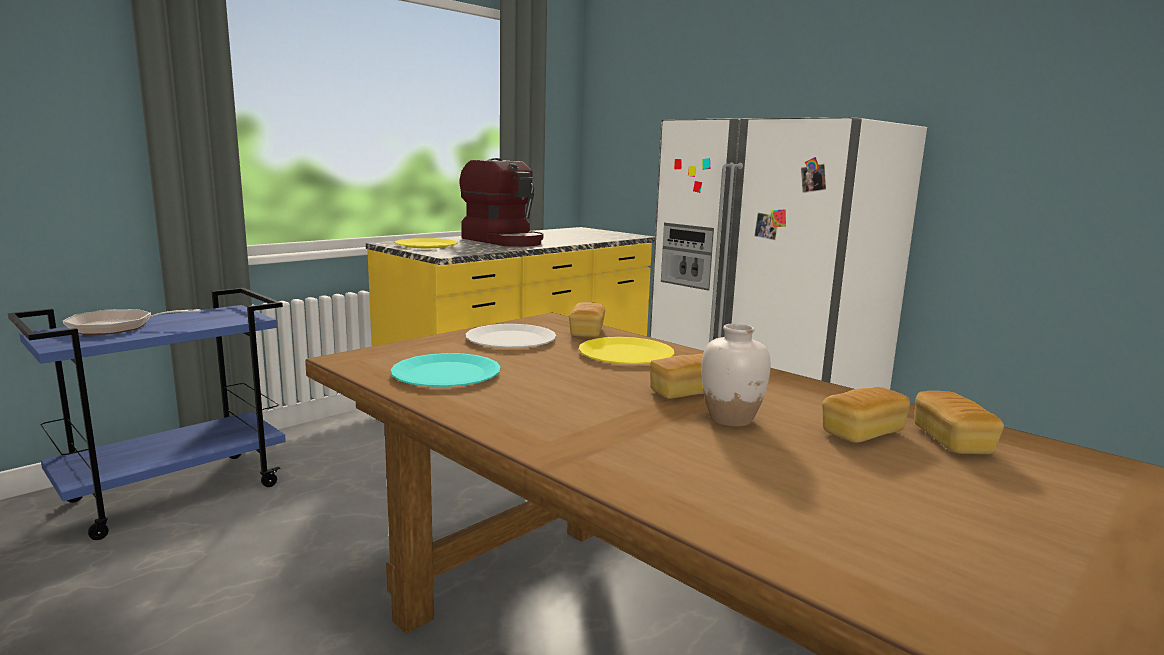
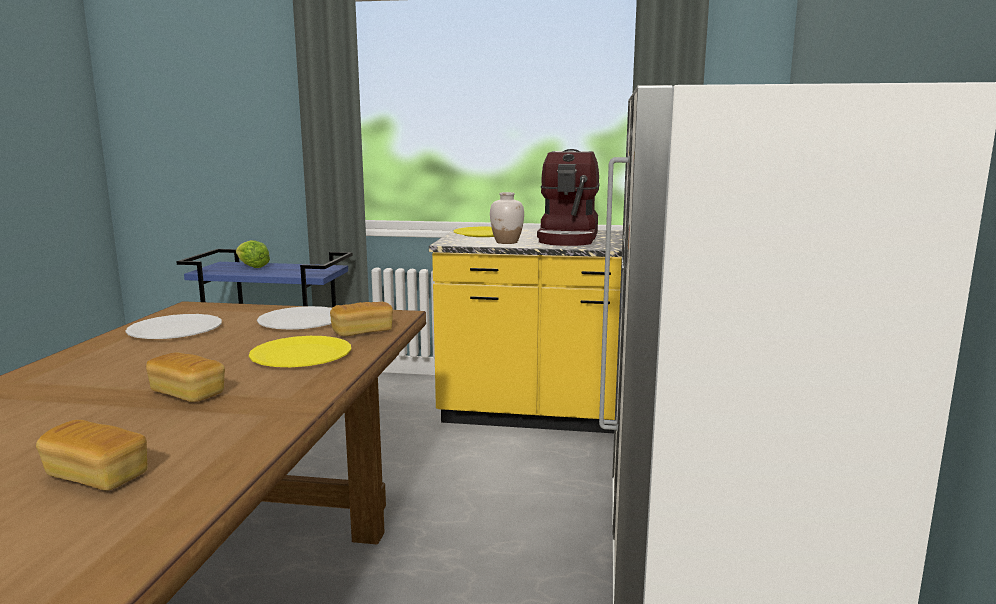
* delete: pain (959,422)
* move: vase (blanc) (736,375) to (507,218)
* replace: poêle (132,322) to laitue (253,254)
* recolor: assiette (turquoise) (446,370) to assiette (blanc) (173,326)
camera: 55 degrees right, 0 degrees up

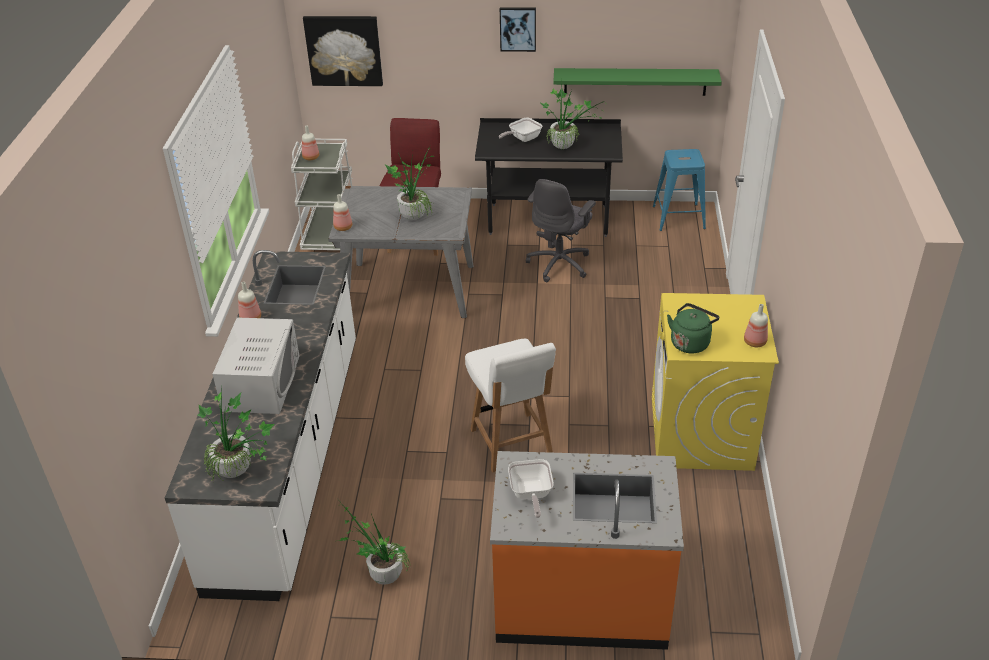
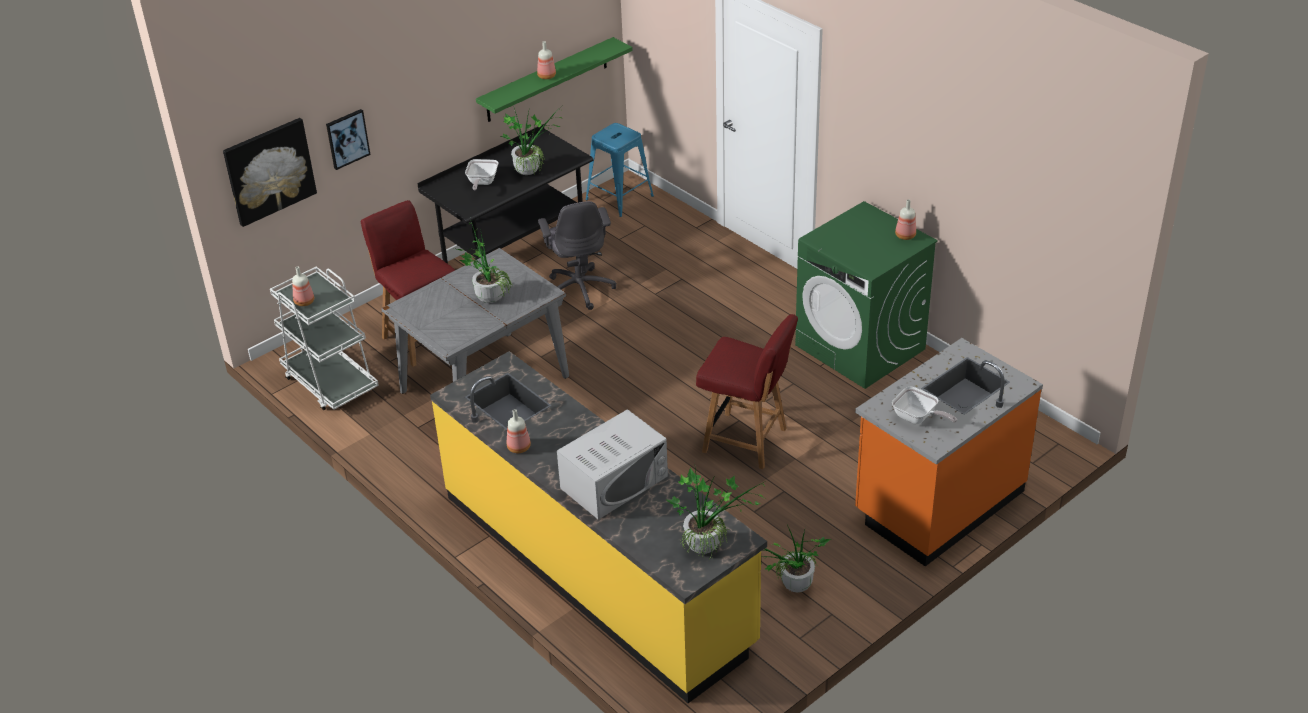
* delete: bouilloire (vert) (693,328)
* move: bouteille (342,212) to (546,60)
* move: tableau (518,29) to (348,139)
* recolor: comptoir de cuisine (blanc) (260,425) to comptoir de cuisine (jaune) (598,527)
* recolor: chaise (blanc) (510,406) to chaise (rouge) (747,391)
* recolor: lave-linge (jaune) (715,382) to lave-linge (vert) (866,295)
* rotate: micro-ondes (blanc) (256,365) = (612,464) 90 degrees clockwise
camera: 45 degrees left, 0 degrees up

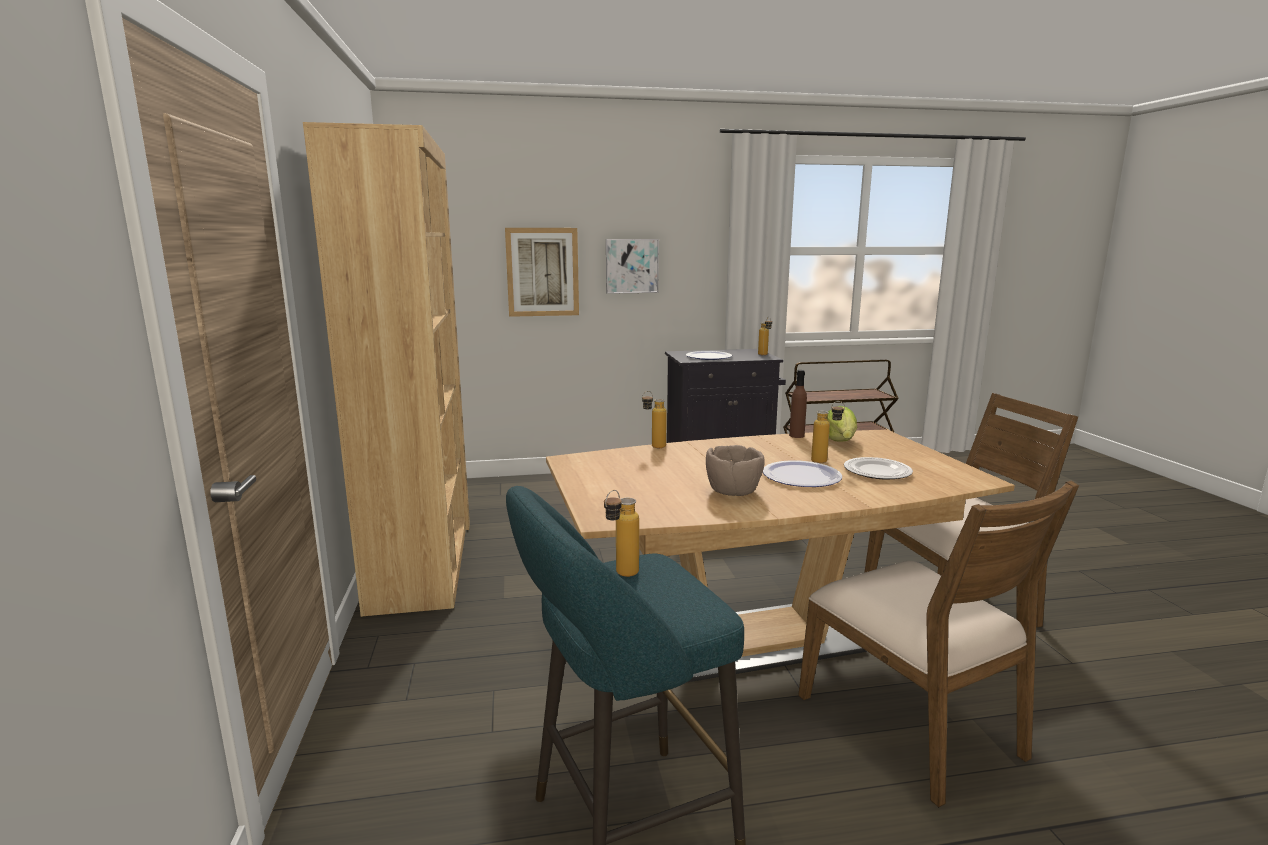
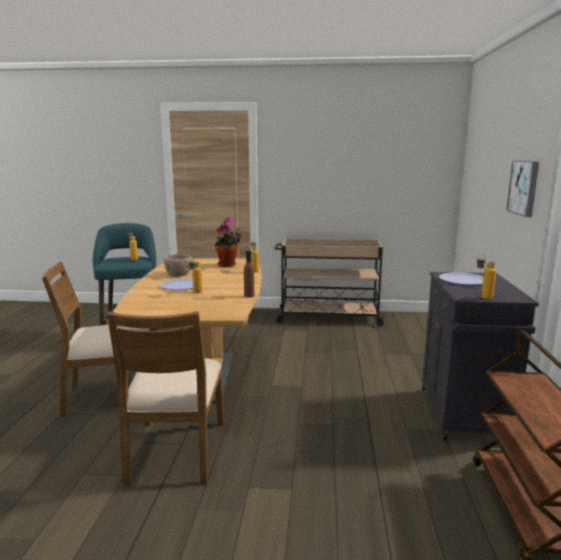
* delete: tableau (542,272)
* delete: laitue (842,423)
* delete: assiette (878,468)
* insert: plante en pot (228,242)
* replace: bibliothèque (marron) (386,369) to chariot (beige) (329,282)
camera: 105 degrees right, 0 degrees up

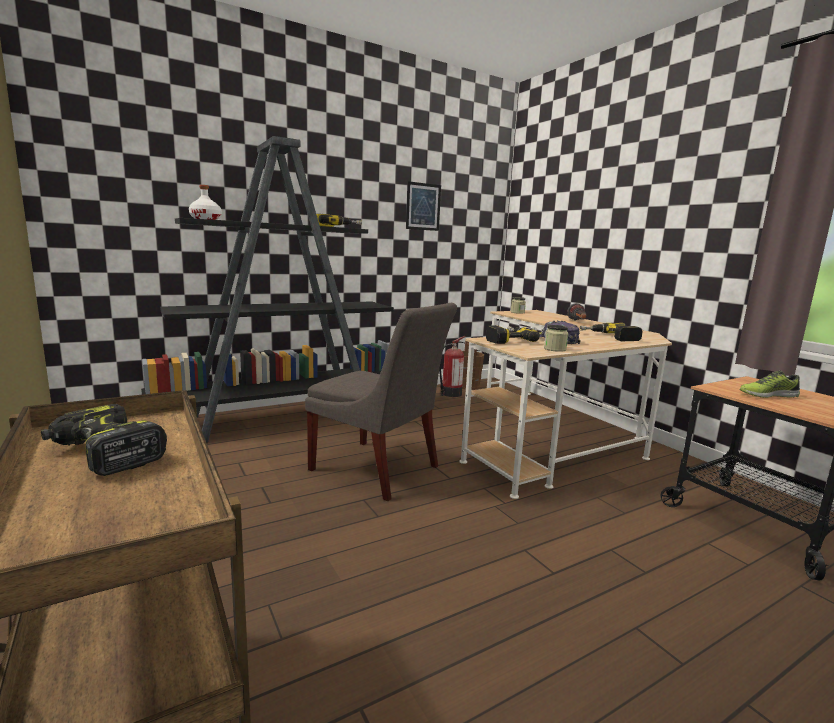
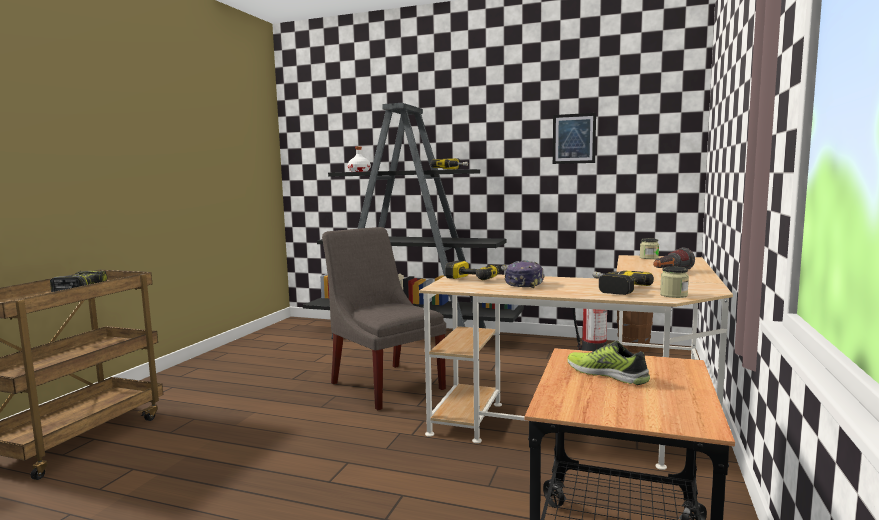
* move: bocal (556,338) to (674,282)
* rotate: chaise (gris) (381,402) = (384,318) 150 degrees clockwise
camera: 50 degrees right, 5 degrees down

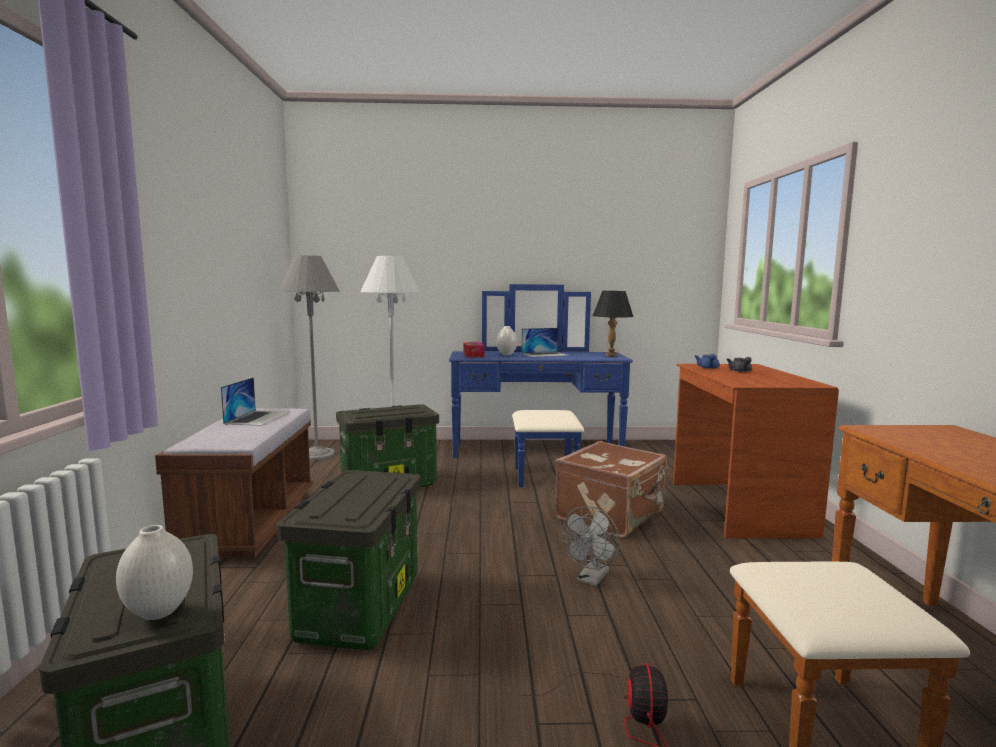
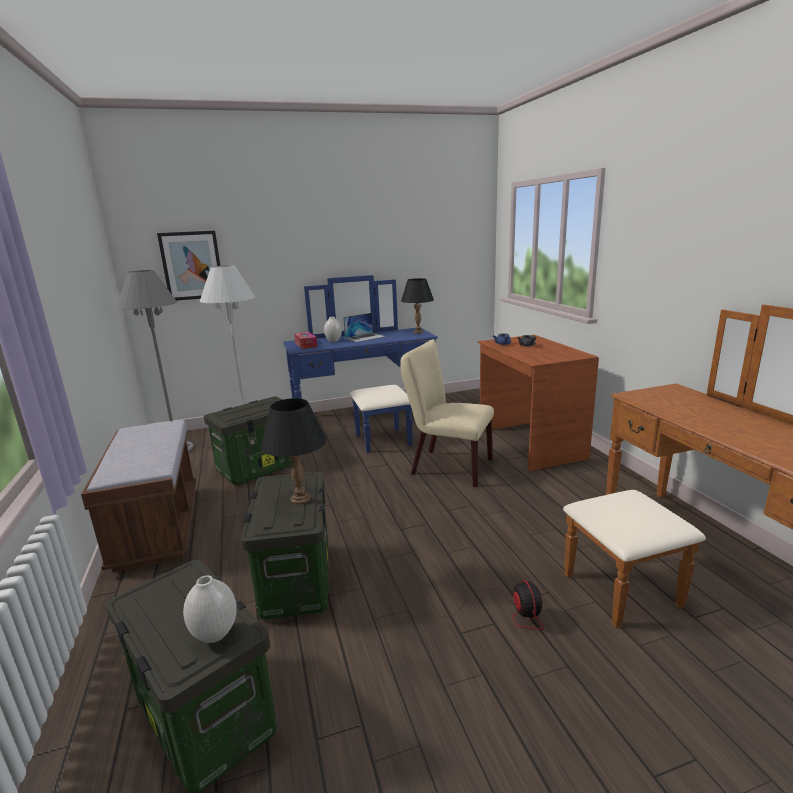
* delete: ordinateur portable (255,401)
* delete: ventilateur (gris) (590,546)
* insert: tableau (188,266)
* insert: lampe de table (noir) (294,451)
* replace: valise (marron) (611,489) to chaise (beige) (447,413)
camera: 15 degrees left, 10 degrees up

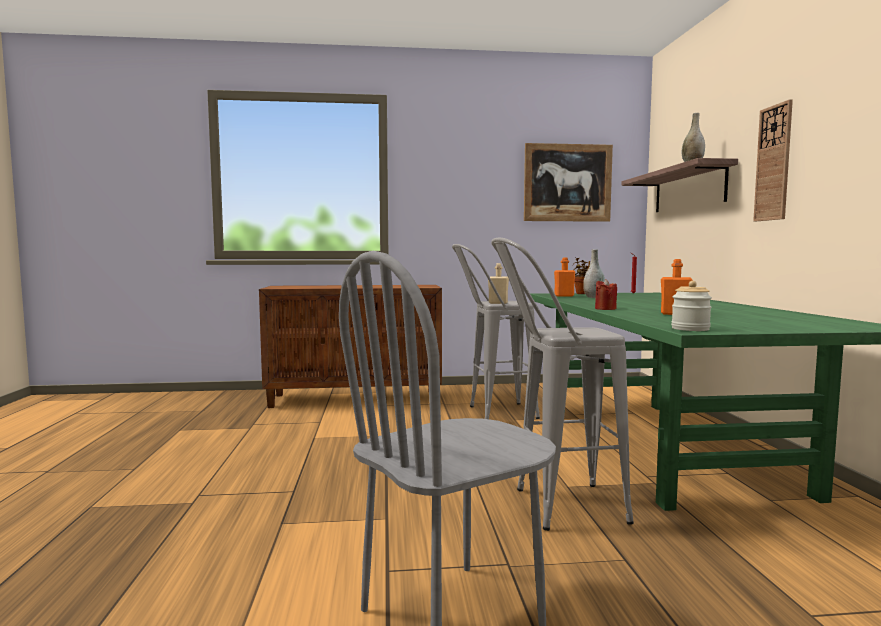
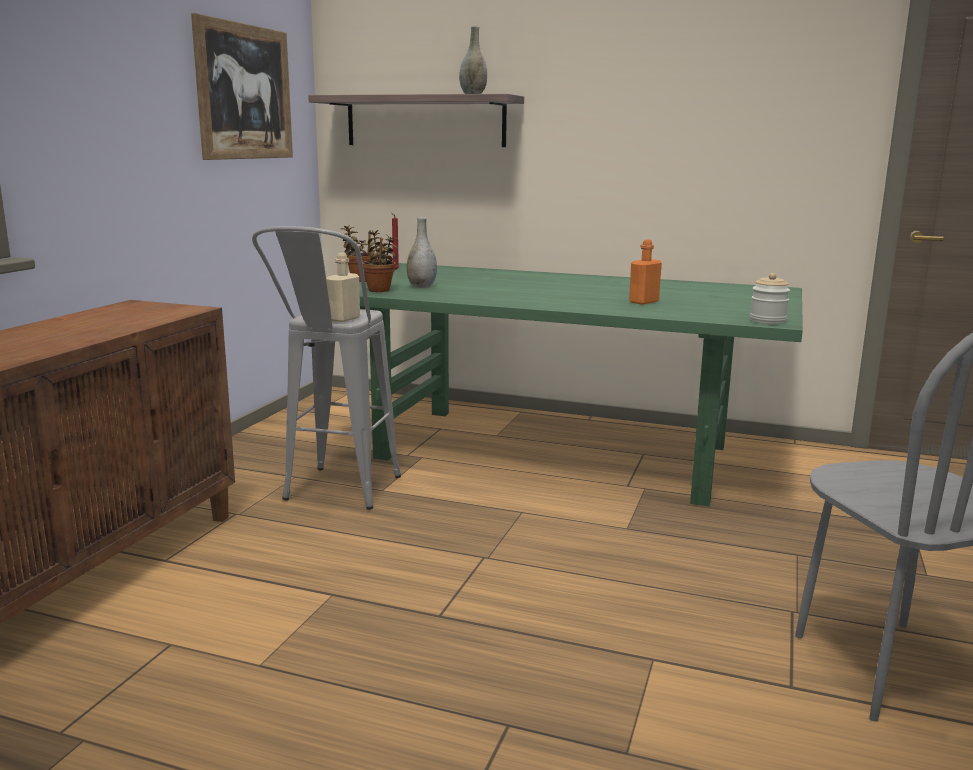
* delete: tabouret (gris) (562,384)
* delete: bougie (rouge) (606,294)
* delete: horloge murale (773,160)
* replace: bouteille (orange) (564,277) to plante en pot (380,261)
camera: 65 degrees left, 10 degrees up

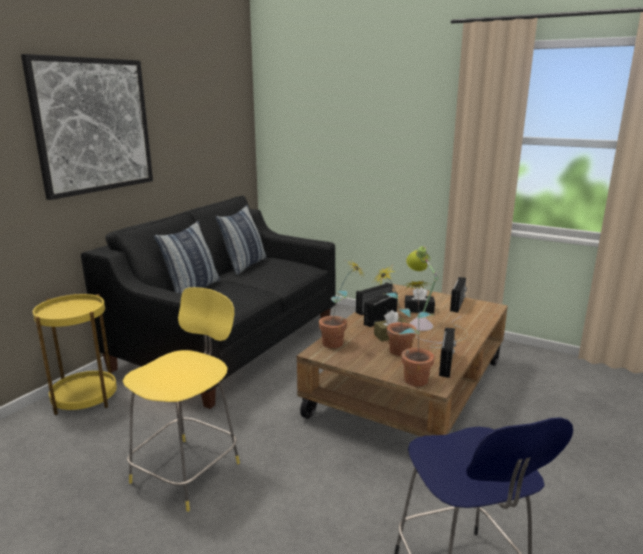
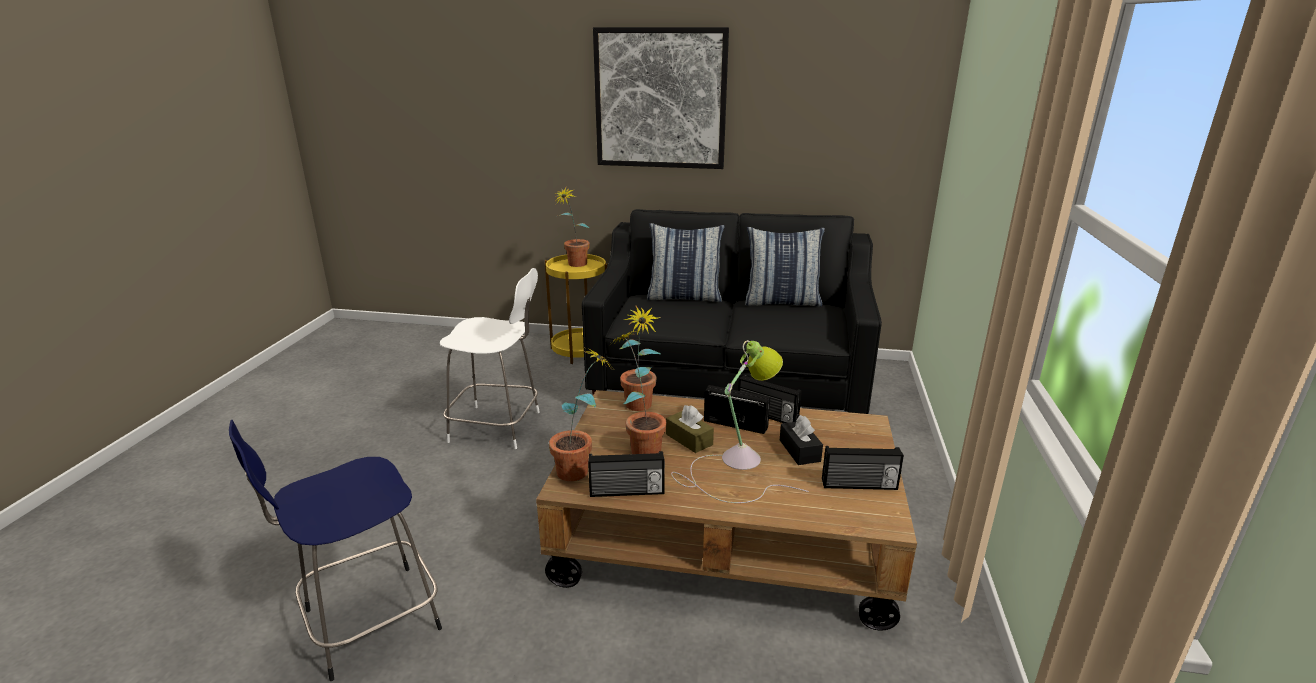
* insert: plante en pot (572,227)
* recolor: tabouret (jaune) (181,399) to tabouret (blanc) (490,358)
camera: 70 degrees right, 5 degrees up

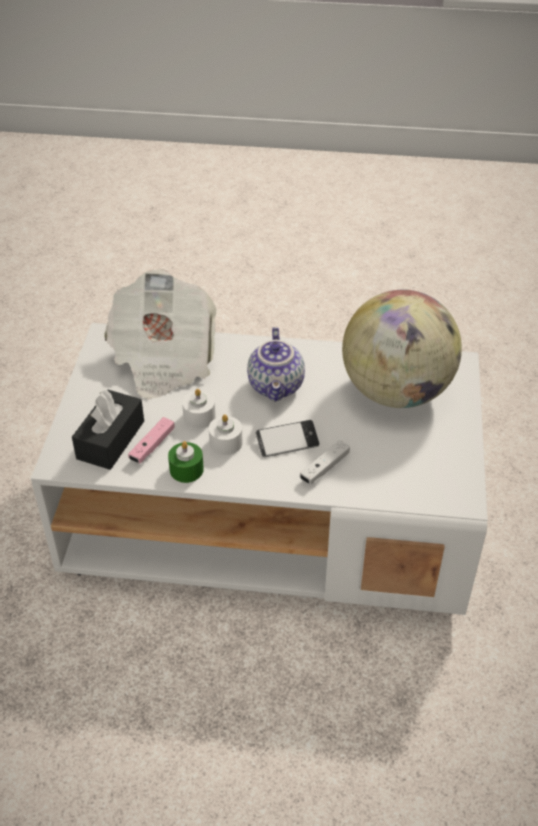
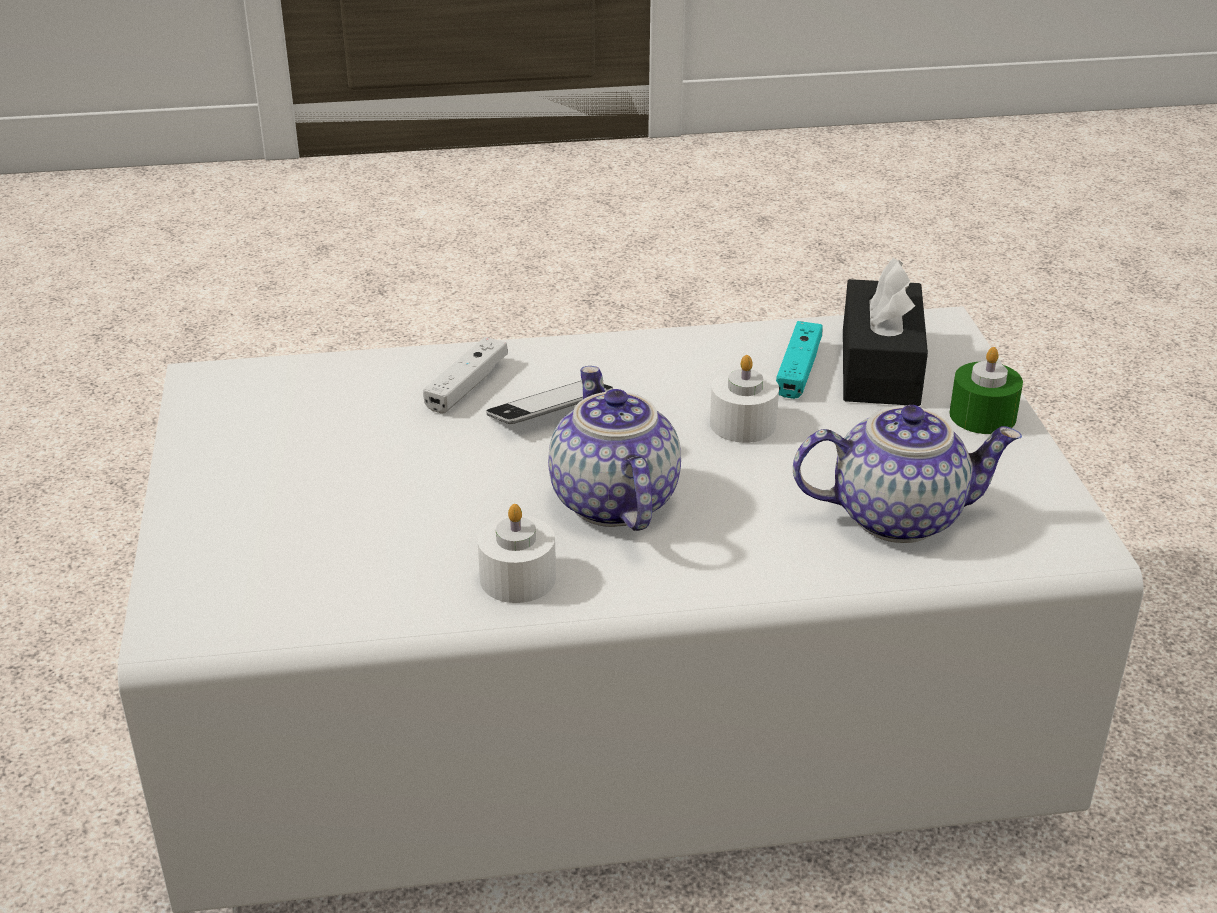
* delete: globe (402,349)
* move: bougie (vert) (186,462) to (986,390)
* move: bougie (blanc) (226,434) to (516,553)
* replace: journal (160,334) to théière (907,474)
* recolor: manette (rose) (151,440) to manette (turquoise) (799,360)
camera: 165 degrees right, 10 degrees down

